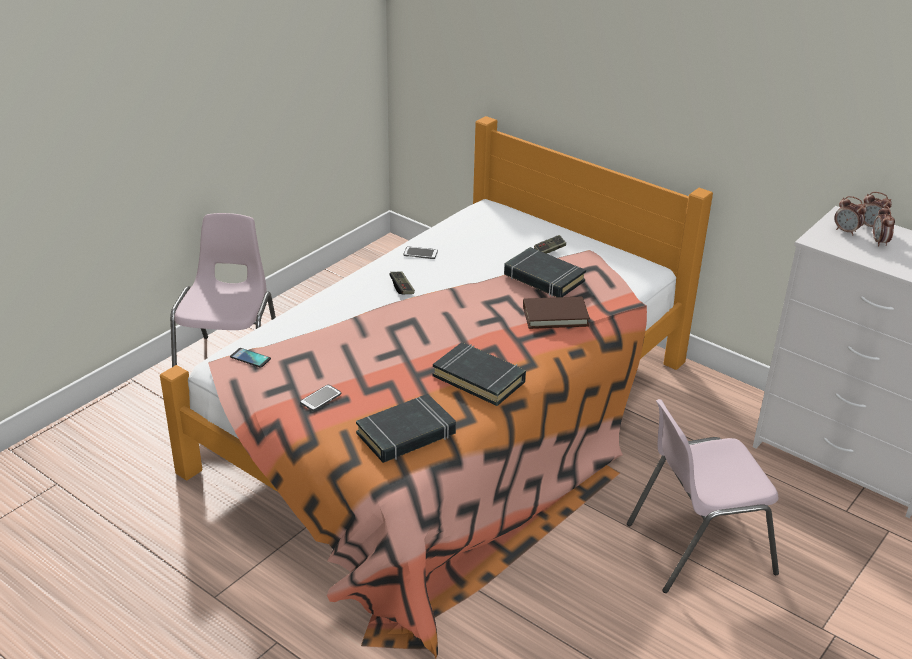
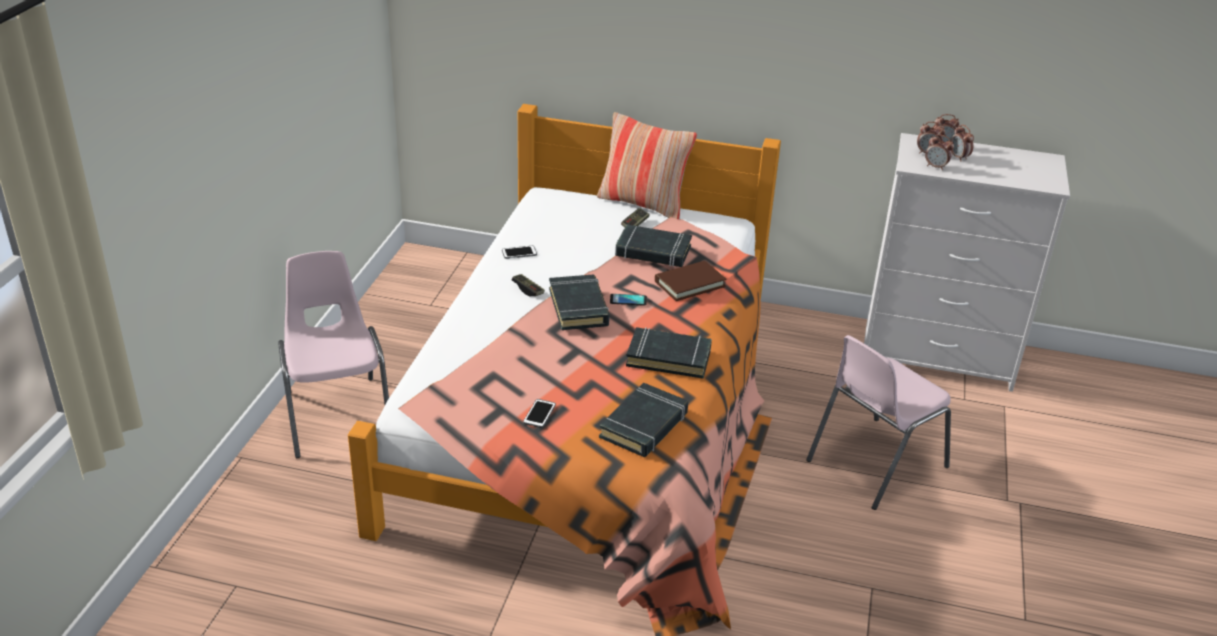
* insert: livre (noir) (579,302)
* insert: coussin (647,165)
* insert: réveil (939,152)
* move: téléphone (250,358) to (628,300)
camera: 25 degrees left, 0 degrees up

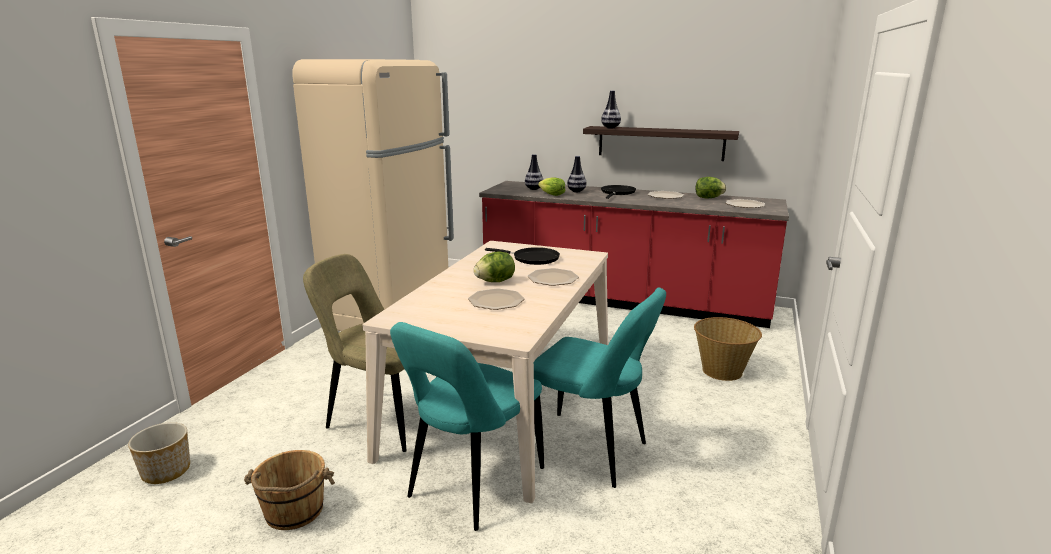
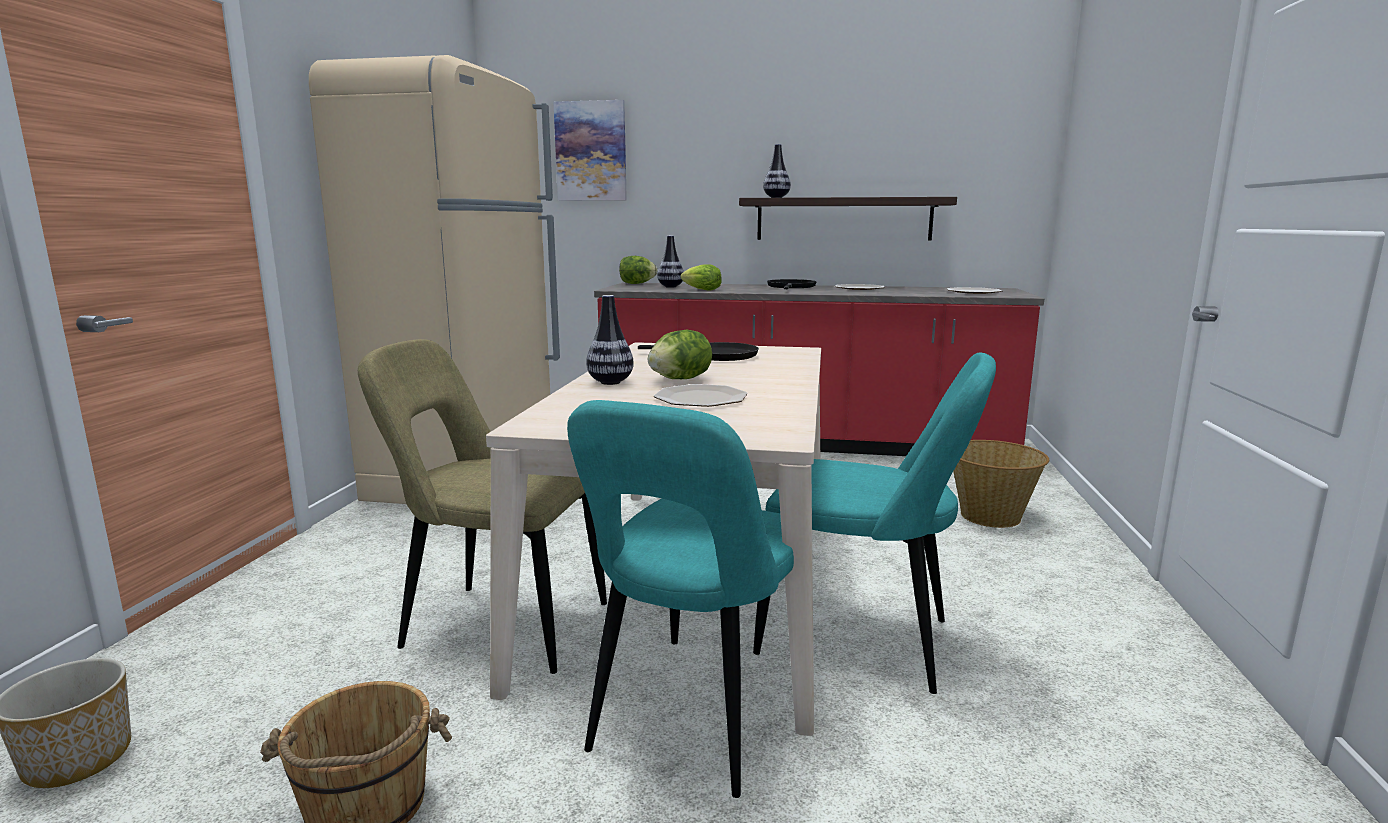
* delete: assiette (553,277)
* insert: tableau (590,150)
* move: vase (576,174) to (610,340)
* move: laitue (711,187) to (638,270)
camera: 10 degrees left, 5 degrees down

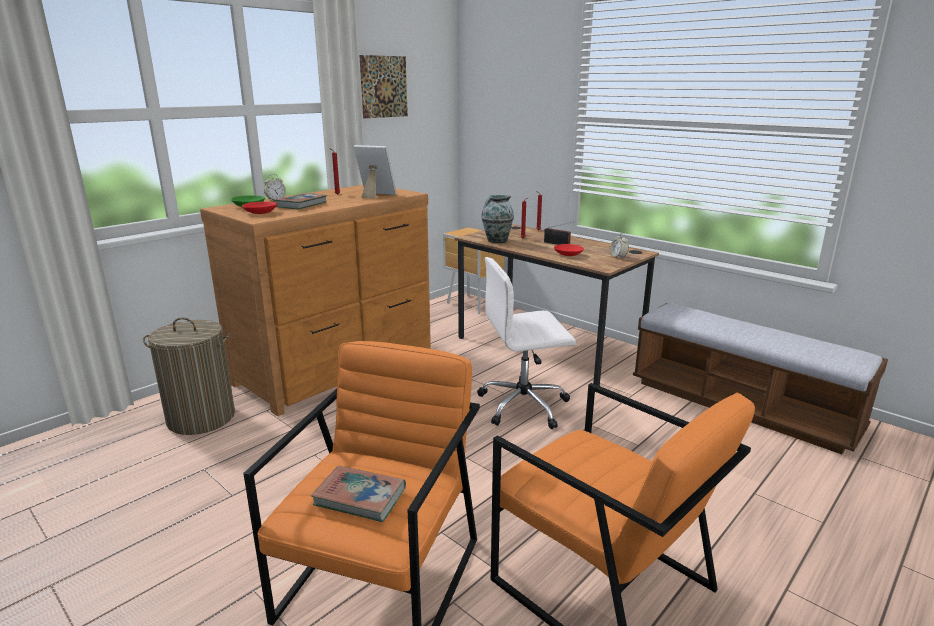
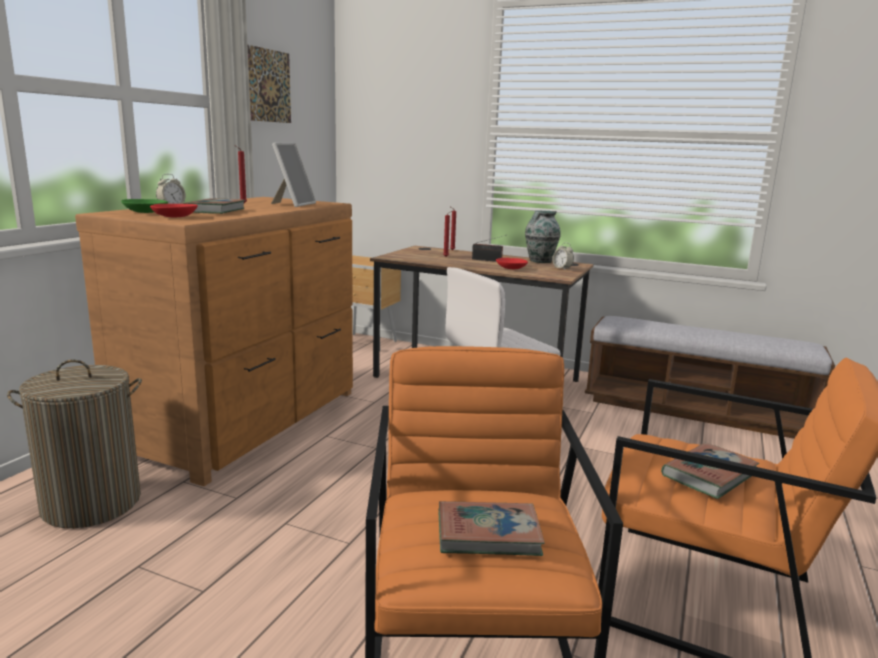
* insert: livre (710,471)
* move: vase (497,219) to (543,237)
* rotate: cadre photo (375,172) = (293,175) 105 degrees clockwise
camera: 20 degrees left, 5 degrees down

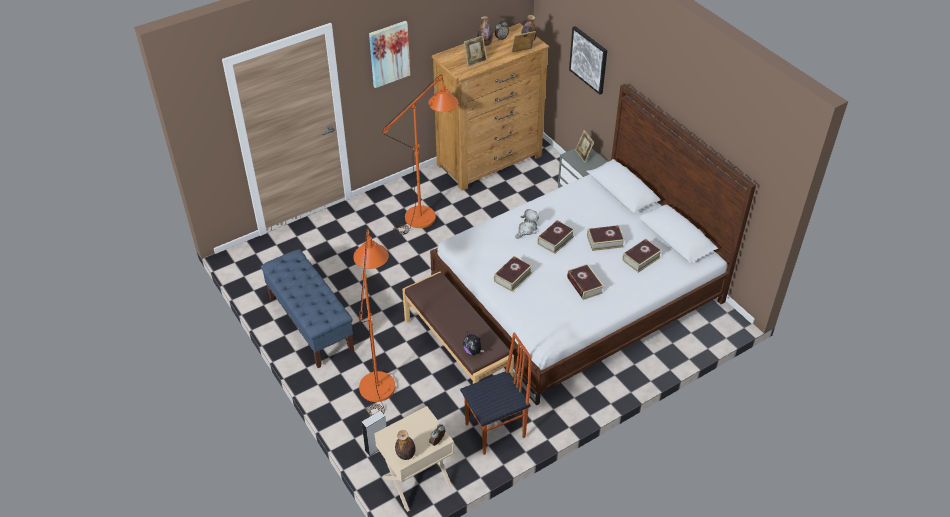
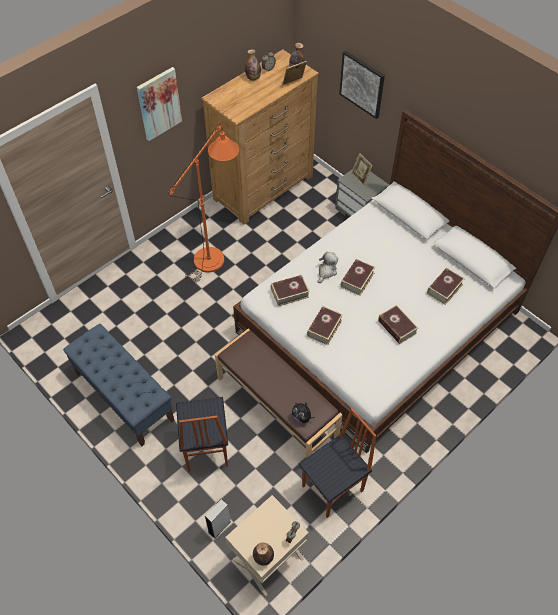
* delete: cadre photo (475,51)
* move: livre (606,238) to (290,290)
* replace: lampadaire (orange) (374,322) to chaise (202,434)
camera: 10 degrees left, 10 degrees up

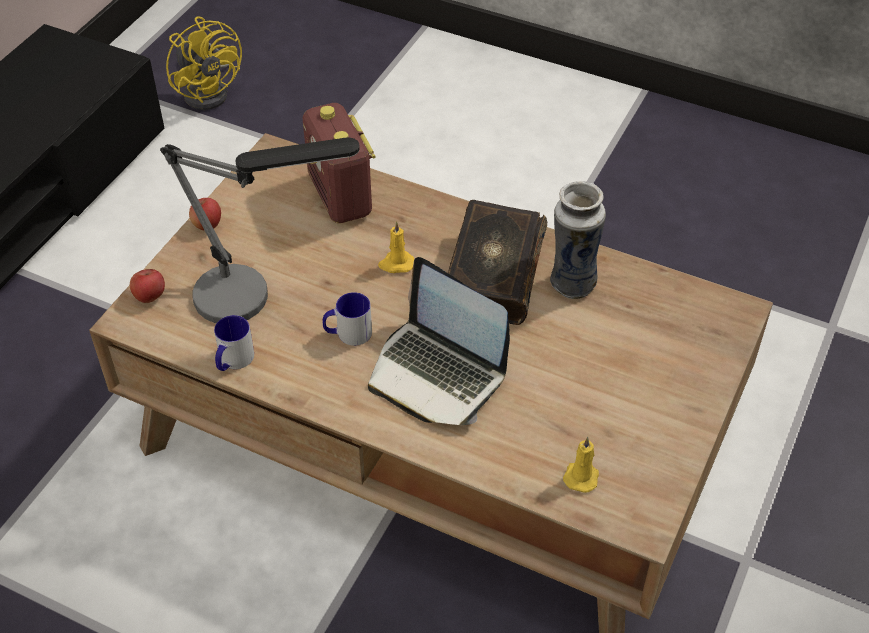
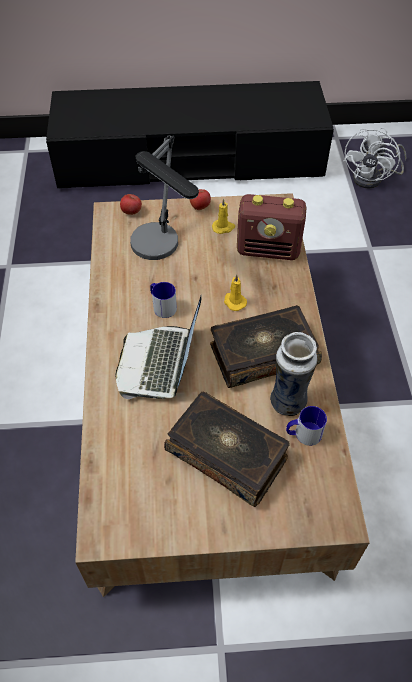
* insert: livre (227,449)
* move: mug (234,343) to (306,426)
* move: bougie (jaune) (581,465) to (223,216)
* recolor: ventilateur (jaune) (204,63) to ventilateur (blanc) (375,158)
* rotate: radio (339,163) = (271,227) 120 degrees counterclockwise
camera: 60 degrees right, 5 degrees up

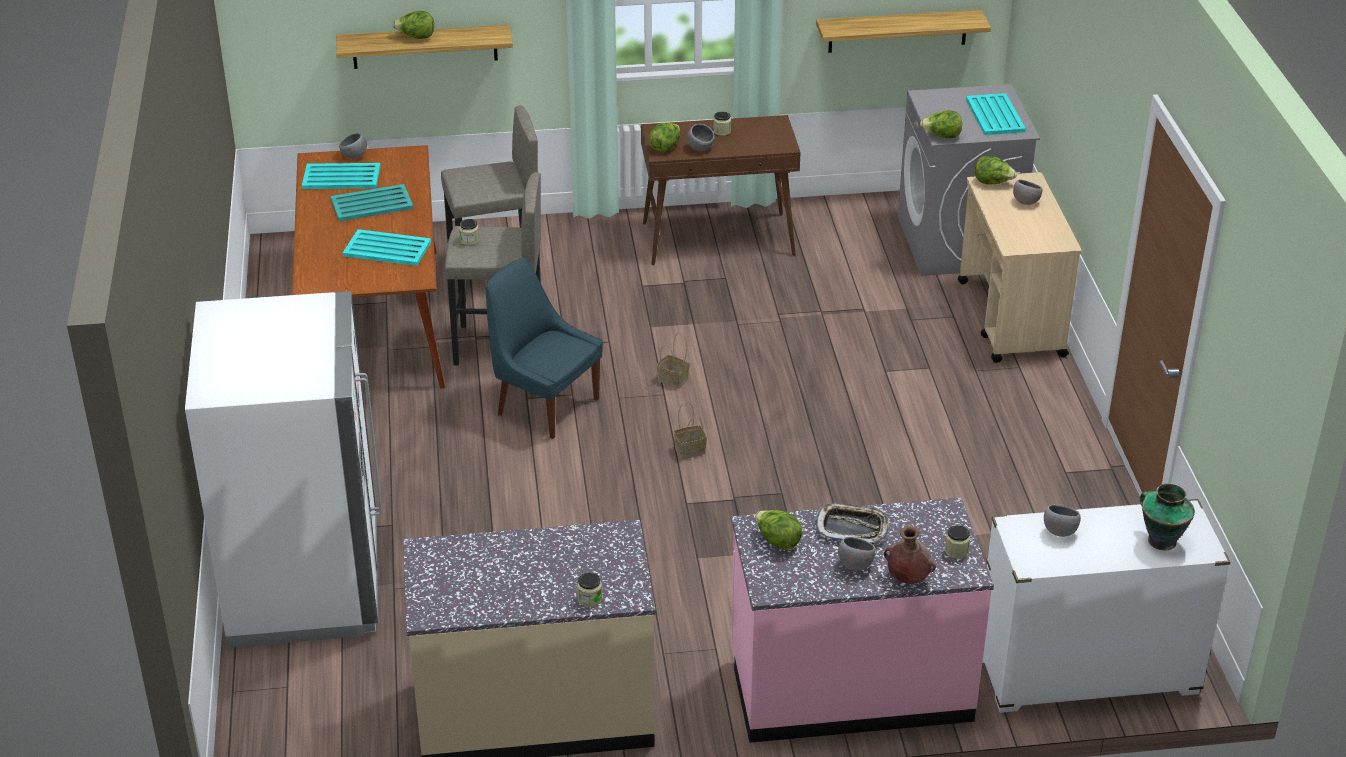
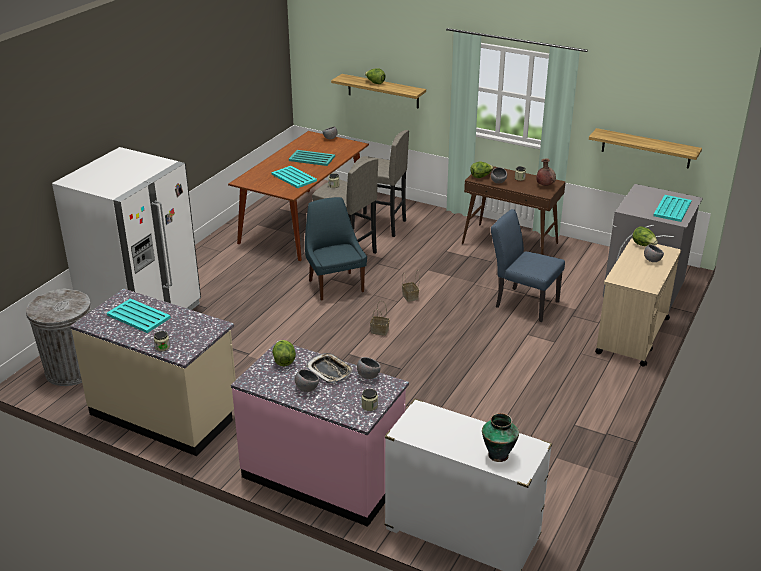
* delete: laitue (941,124)
* insert: poubelle (gris) (58,337)
* insert: chaise (bleu) (528,265)
* move: plateau (turquoise) (341,176) to (139,315)
* move: vase (marron) (910,555) to (546,172)
* move: bol (gris) (1062,521) to (369,368)
camera: 35 degrees right, 5 degrees down

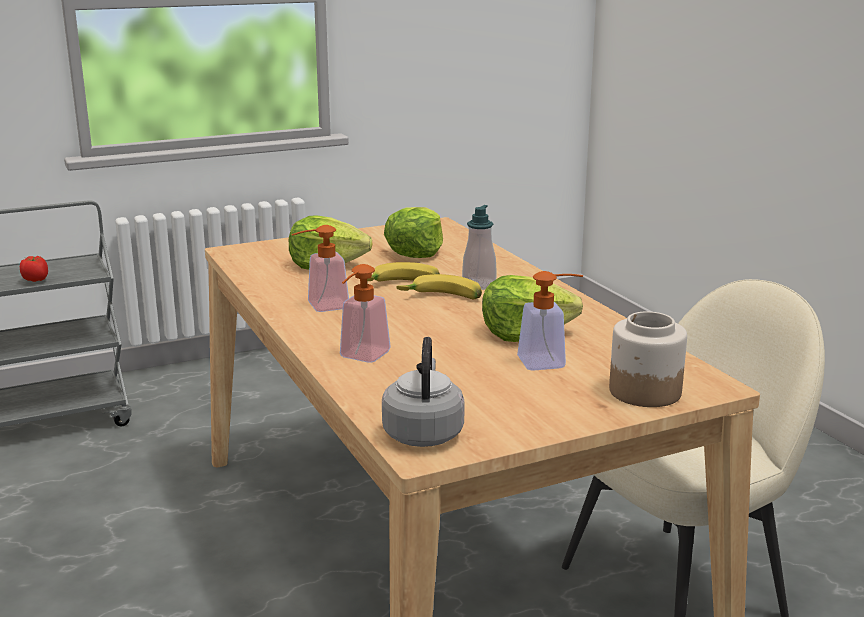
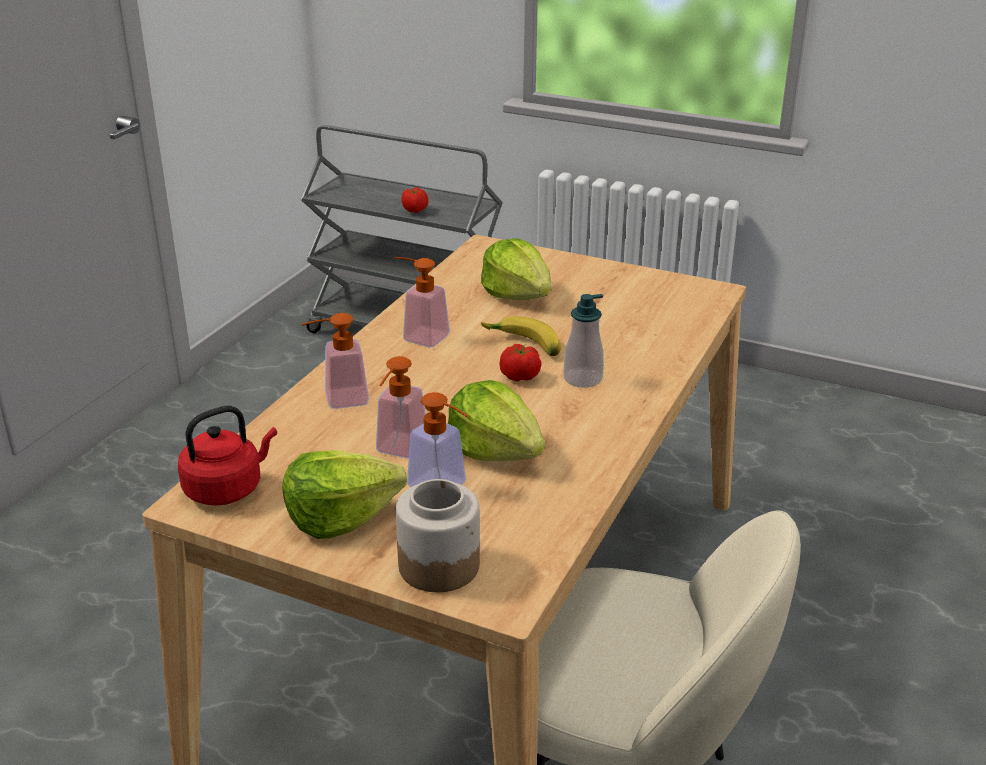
* insert: distributeur de savon (401,407)
* move: laitue (413,232) to (345,494)
* replace: banane (439,286) to tomate (520,362)
* recolor: bouilloire (gris) (423,392) to bouilloire (rouge) (227,456)
camera: 50 degrees right, 10 degrees up

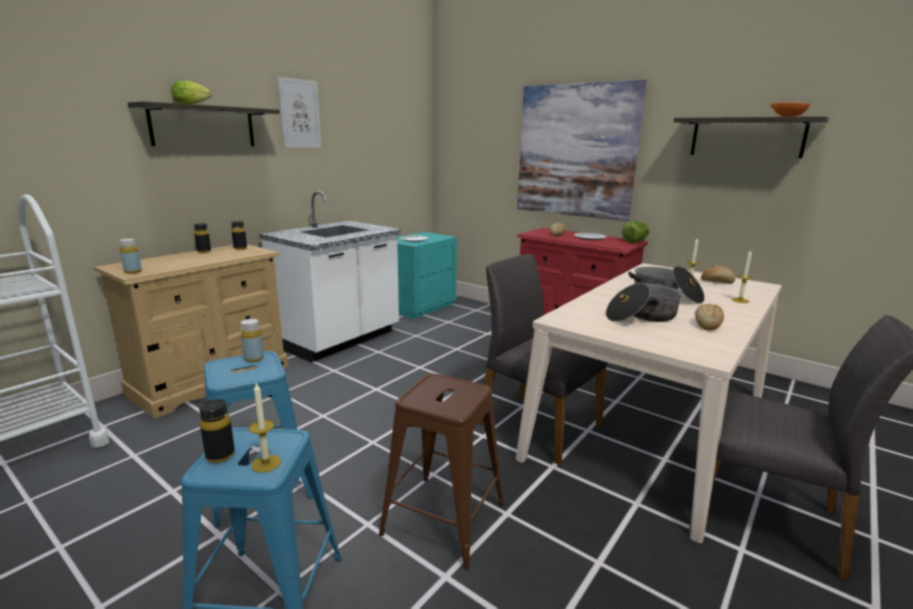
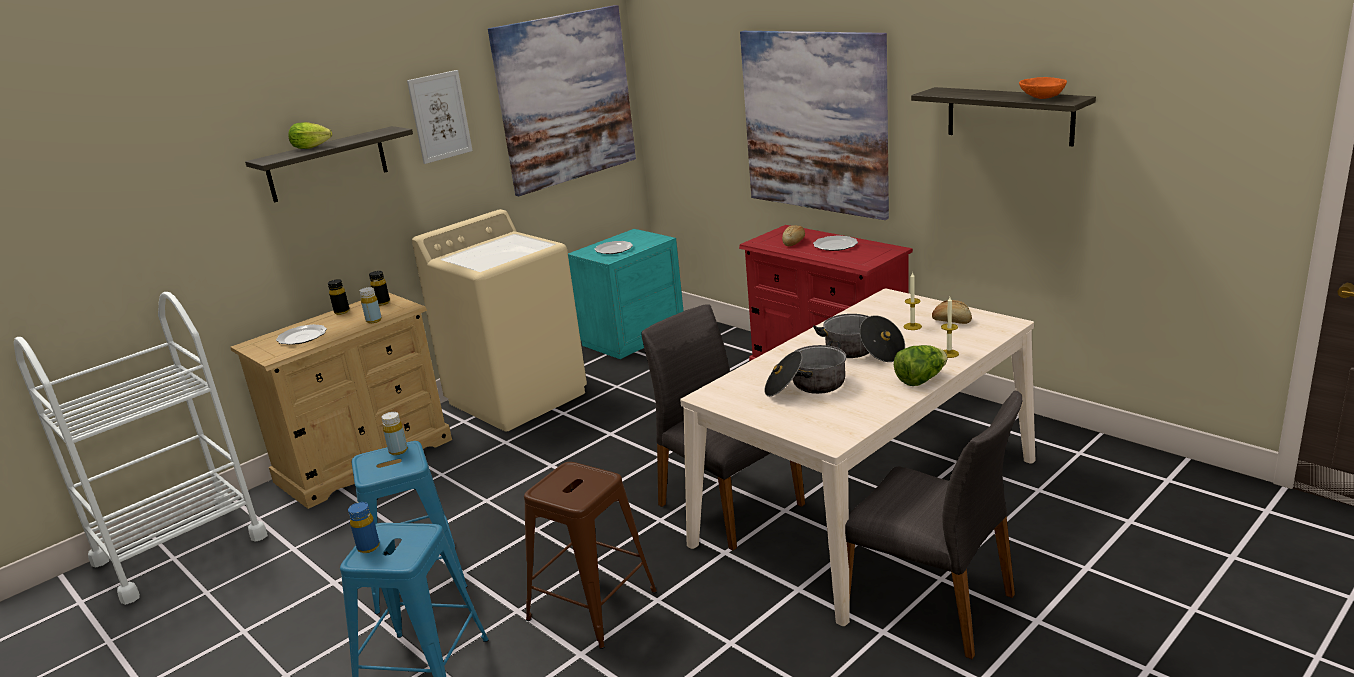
* delete: bougie (265,428)
* delete: pain (709,317)
* insert: assiette (301,334)
* insert: tableau (562,100)
* move: bouteille (jaune) (130,256) to (371,305)
* move: laitue (636,232) to (920,365)
* replace: comptoir de cuisine (blanc) (330,277) to lave-linge (beige) (499,320)
* recolor: bouteille (noir) (217,431) to bouteille (bleu) (364,527)
camera: 10 degrees right, 5 degrees up

